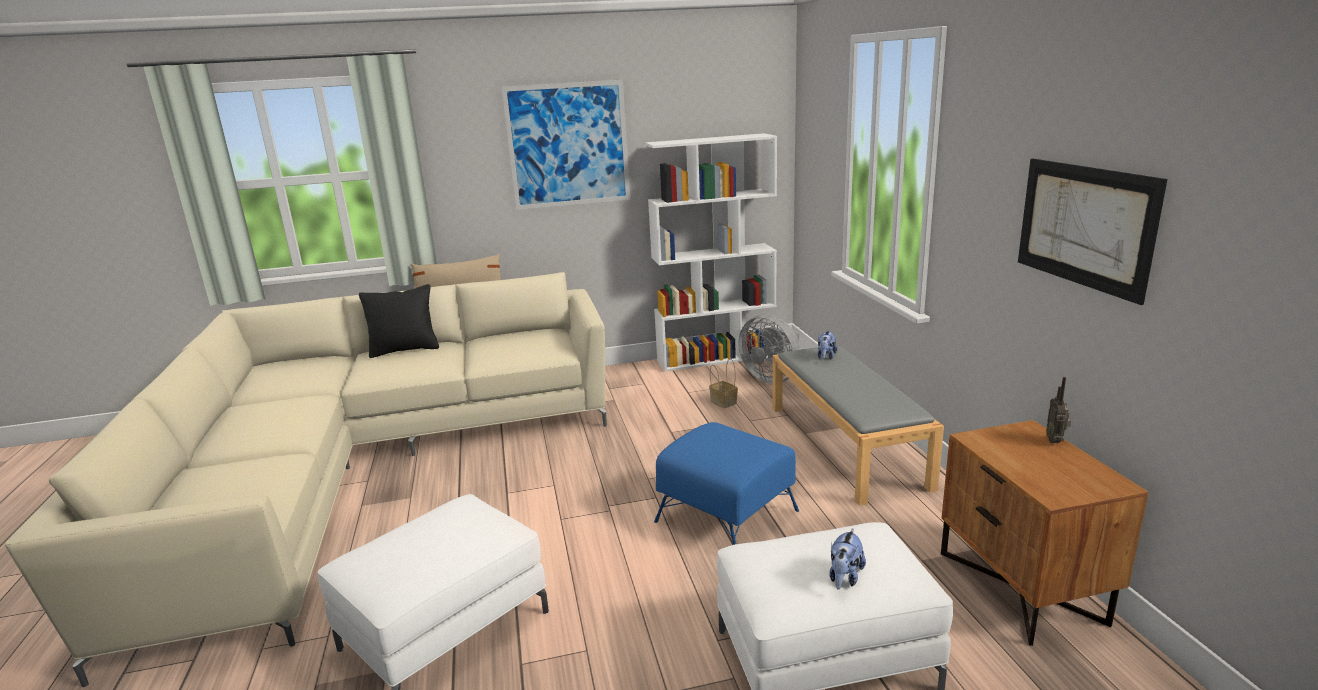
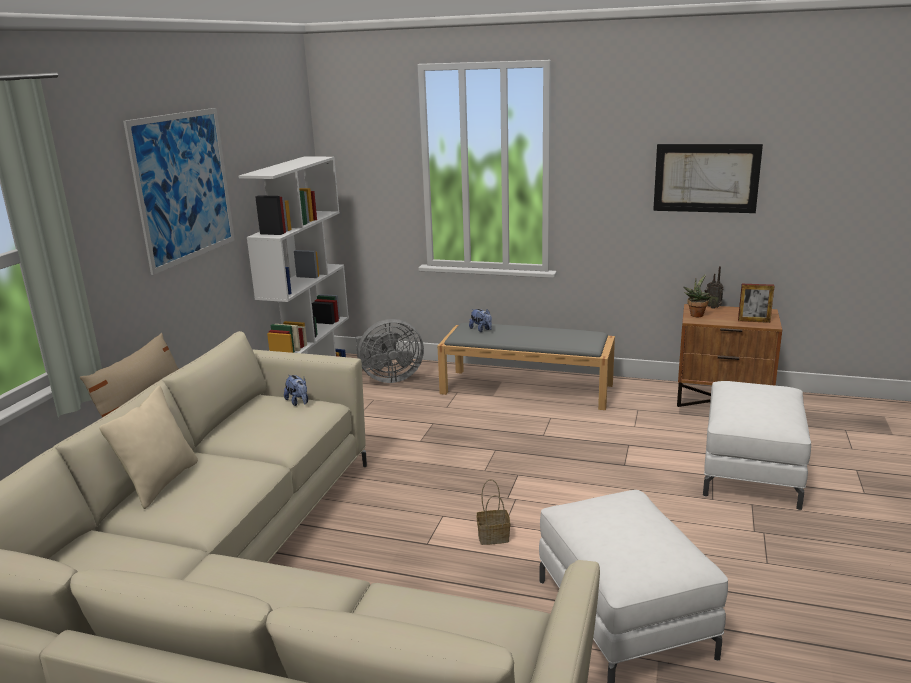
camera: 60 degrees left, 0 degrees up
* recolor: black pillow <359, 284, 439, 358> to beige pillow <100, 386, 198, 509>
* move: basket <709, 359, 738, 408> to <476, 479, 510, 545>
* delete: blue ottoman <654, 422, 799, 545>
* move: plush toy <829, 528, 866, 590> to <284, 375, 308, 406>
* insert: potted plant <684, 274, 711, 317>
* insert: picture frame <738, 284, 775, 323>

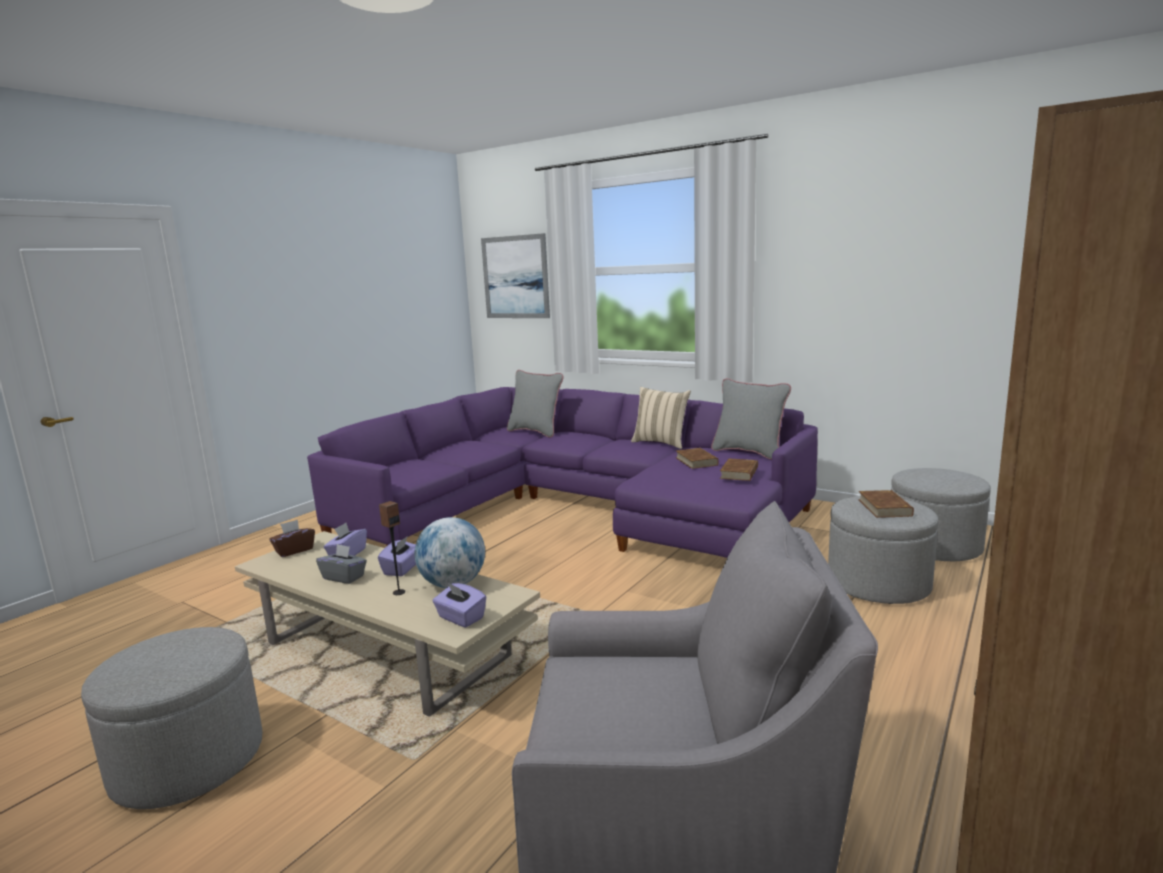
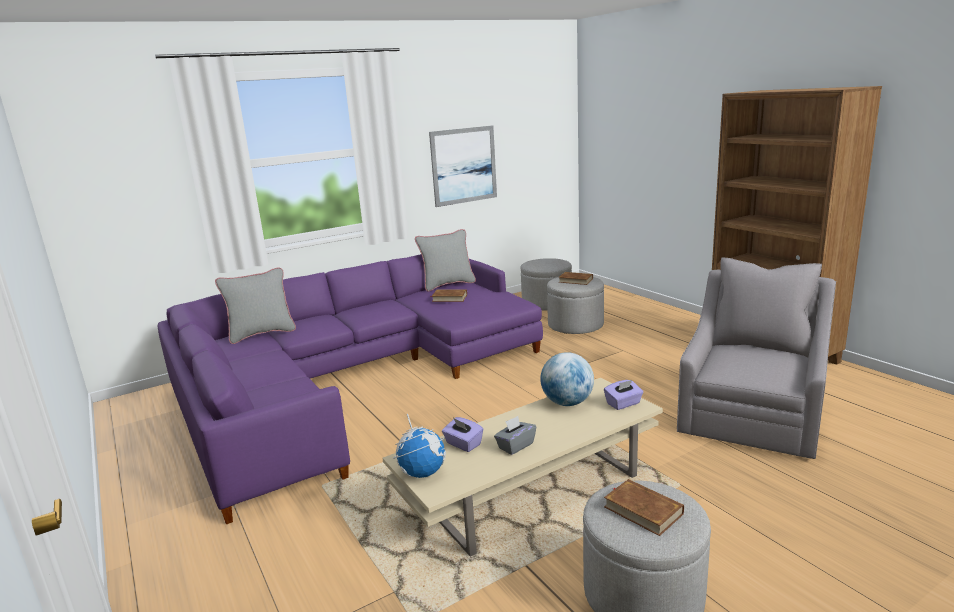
camera: 65 degrees left, 5 degrees up
* move: picture <481, 233, 550, 318> to <429, 125, 497, 207>
* delete: beige pillow <631, 387, 691, 449>
* move: brown book <720, 458, 758, 481> to <604, 479, 684, 536>
* delete: speaker <379, 501, 405, 595>
* replace: brown tissue box <269, 520, 315, 557> to globe <393, 414, 446, 479>
* delete: purple tissue box <378, 537, 416, 576>

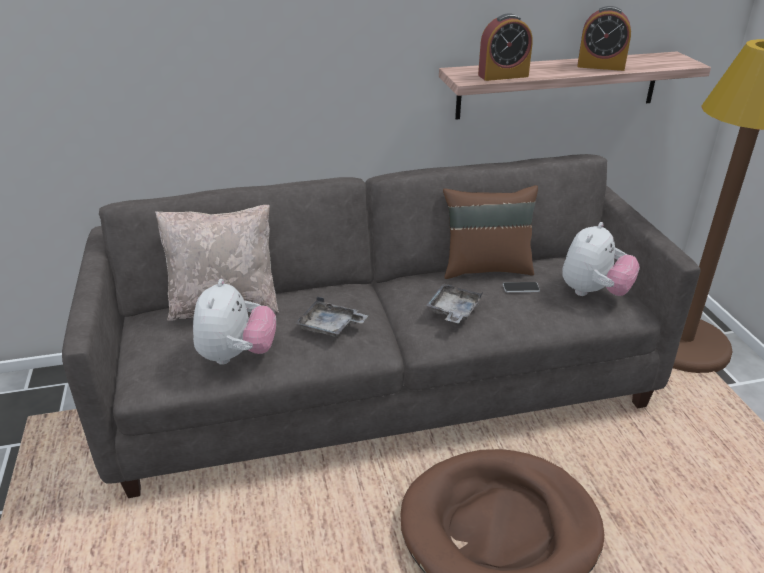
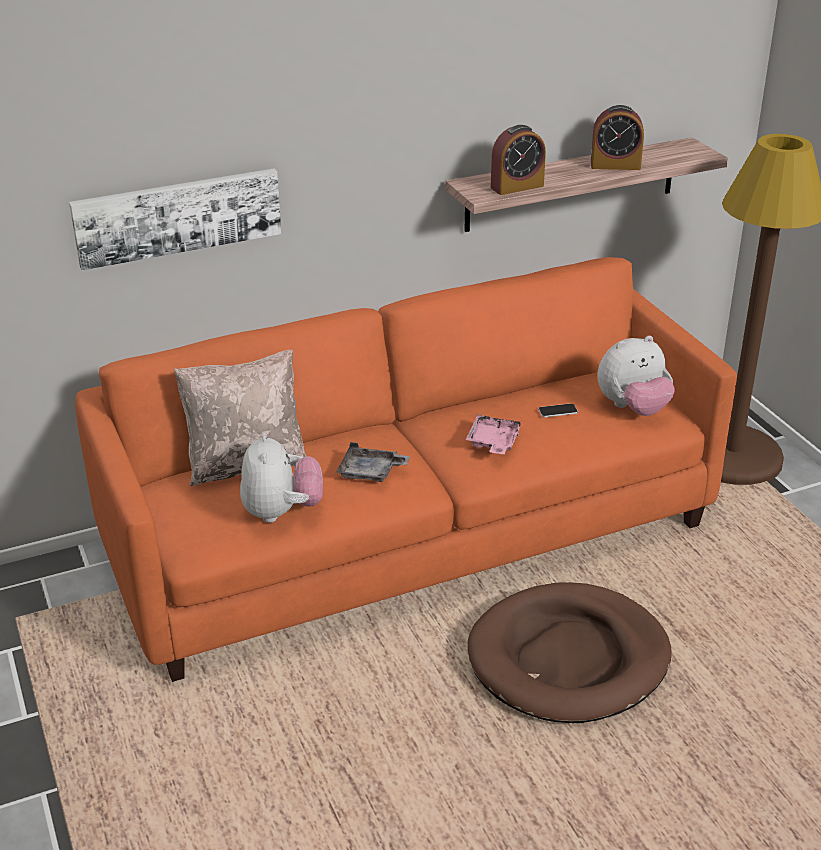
camera: 10 degrees left, 0 degrees up
* recolor: grey sofa <62, 154, 700, 498> to orange sofa <75, 257, 737, 682>
* delete: brown pillow <443, 185, 538, 279>
* rotate: plush toy <562, 222, 640, 296> = <597, 336, 675, 416> 45 degrees clockwise
* recolor: grey tray <426, 283, 483, 323> to pink tray <466, 415, 522, 454>
* insert: picture <69, 168, 281, 270>

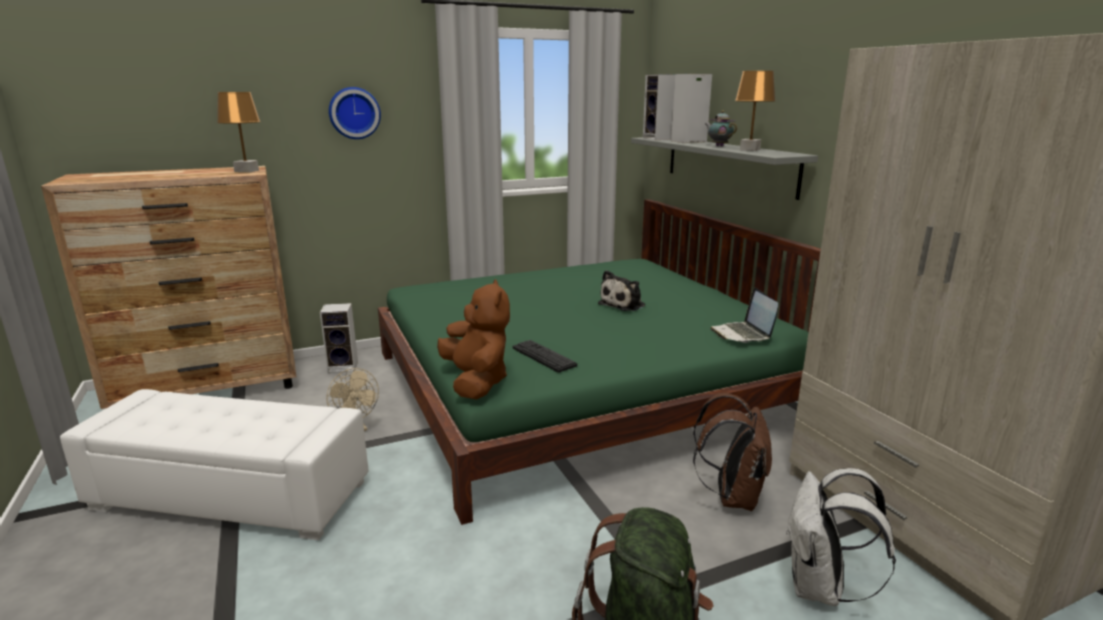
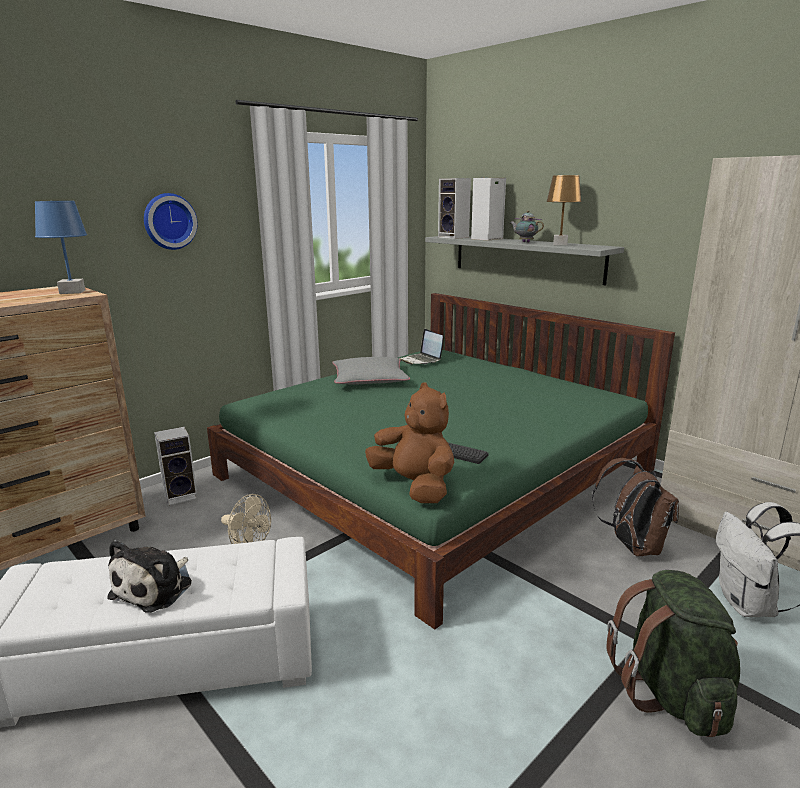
camera: 20 degrees left, 0 degrees up
* recolor: brown table lamp <217, 92, 261, 173> to blue table lamp <35, 201, 87, 294>
* move: plush toy <598, 270, 645, 311> to <107, 540, 192, 613>
* move: laptop <710, 288, 778, 343> to <400, 329, 443, 364>
* insert: grey pillow <332, 357, 410, 385>

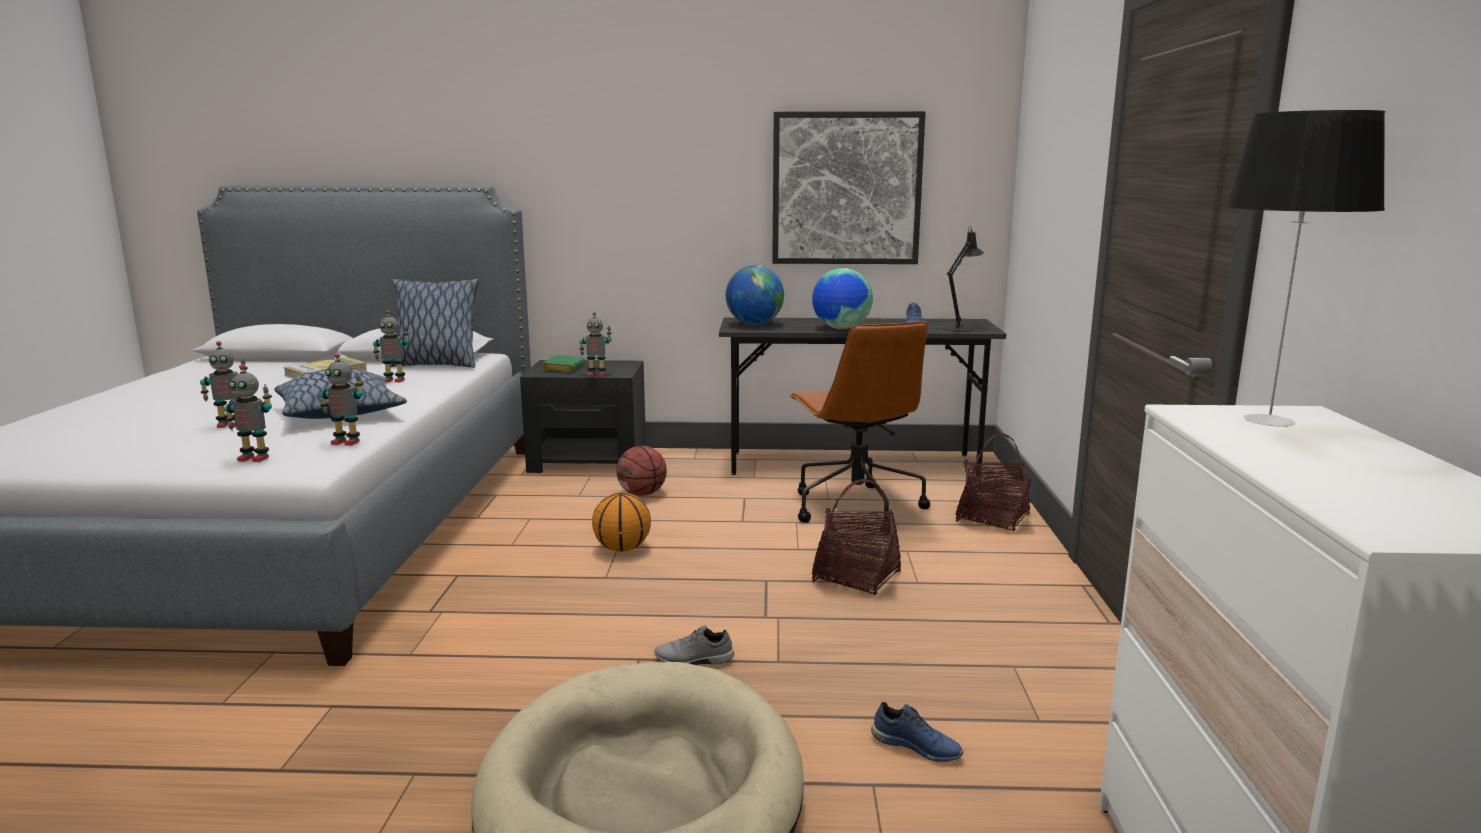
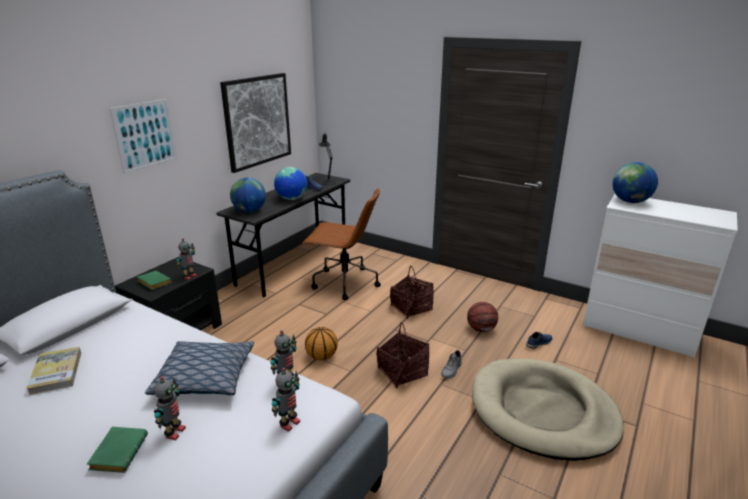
camera: 60 degrees left, 10 degrees up
* replace: table lamp <1226, 110, 1385, 427> to globe <612, 162, 658, 203>
* delete: pillow <390, 279, 478, 368>
* delete: toy robot <373, 310, 409, 382>
* move: basket <956, 433, 1031, 532> to <377, 322, 429, 389>
* move: basketball <616, 446, 667, 496> to <467, 302, 498, 332>
* insert: picture <109, 99, 177, 174>
* insert: green book <87, 427, 148, 473>

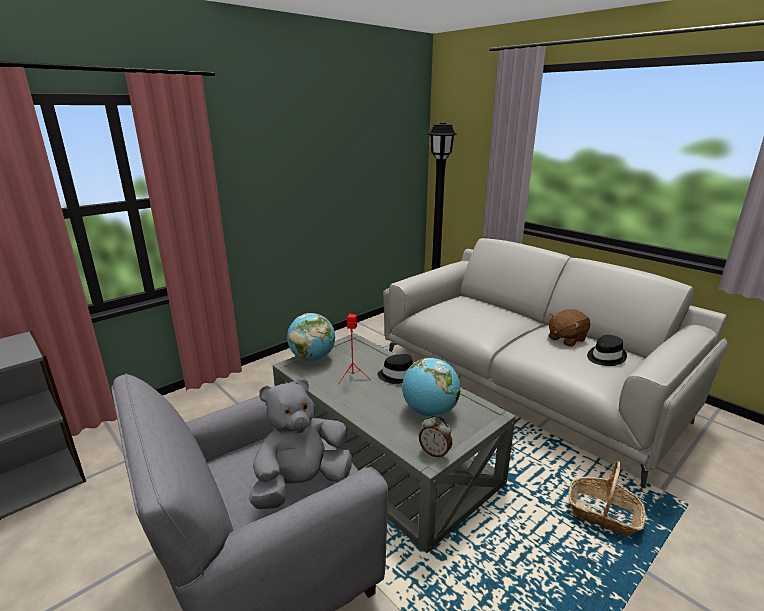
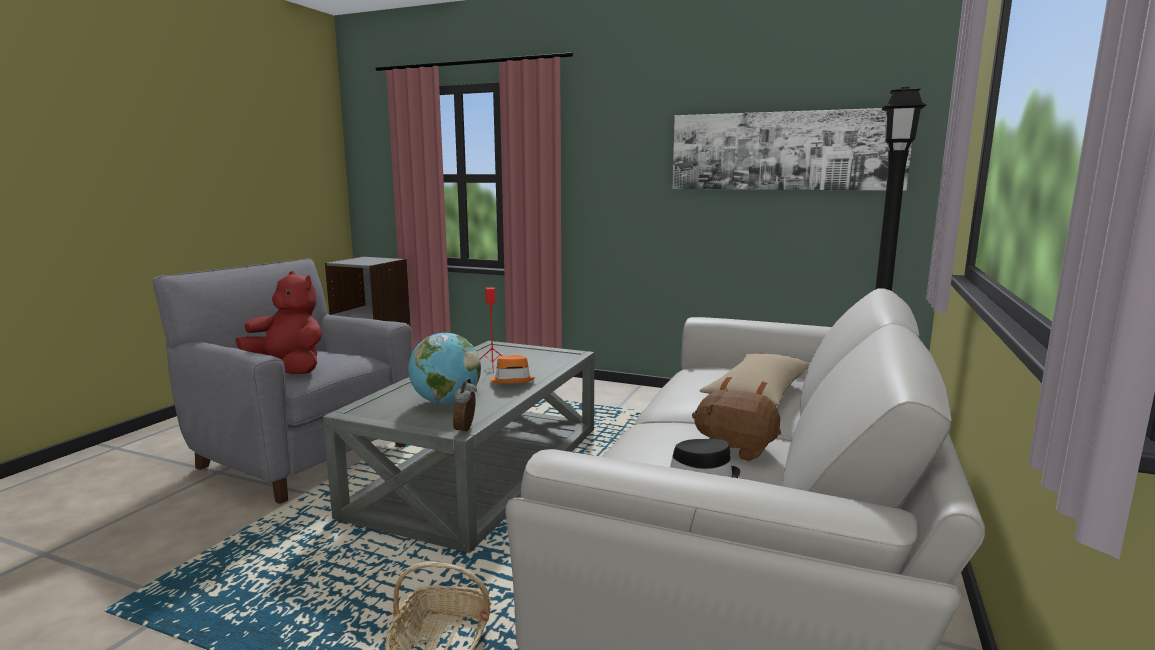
camera: 65 degrees right, 10 degrees down
* delete: globe <287, 313, 335, 361>
* recolor: black hat <377, 354, 413, 384> to orange hat <490, 355, 535, 383>
* recolor: grey plush toy <249, 378, 352, 509> to red plush toy <235, 271, 322, 374>
* move: alarm clock <419, 415, 452, 458> to <453, 378, 477, 435>
* insert: picture <672, 108, 912, 191>
* insert: beige pillow <700, 353, 810, 406>

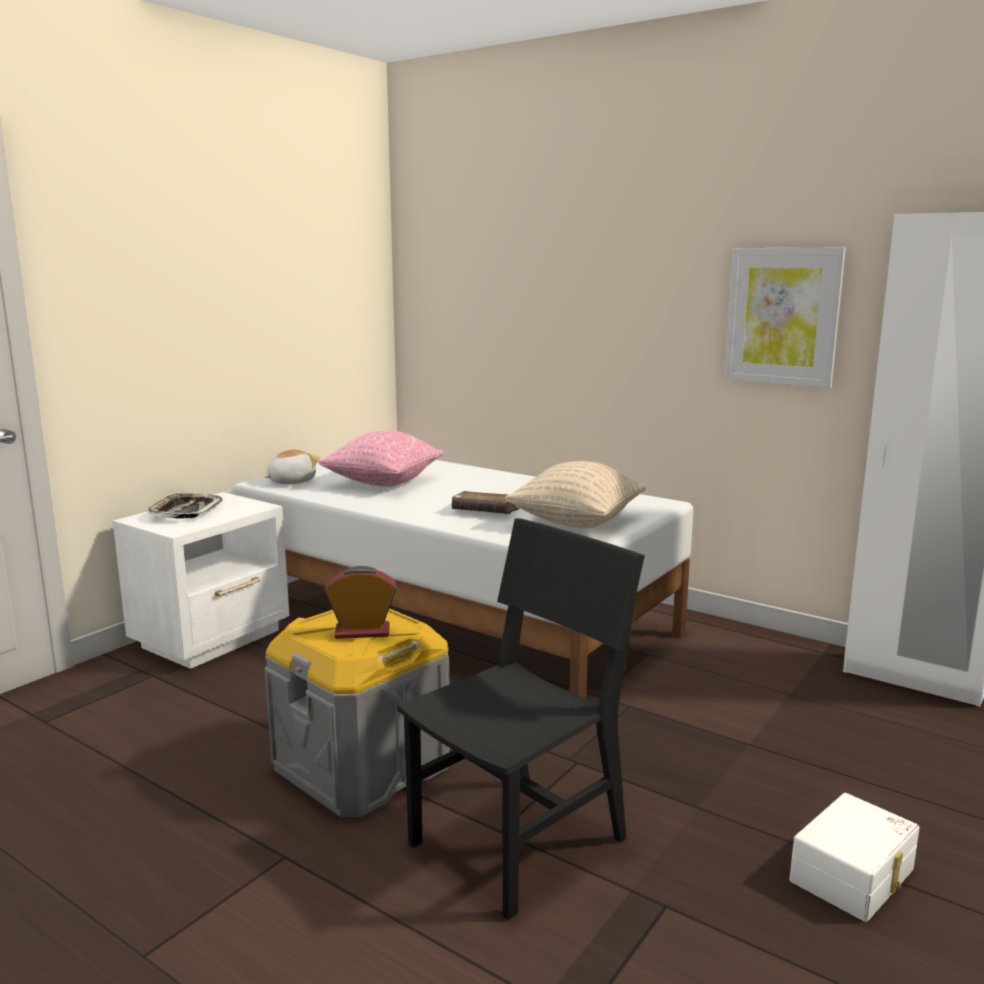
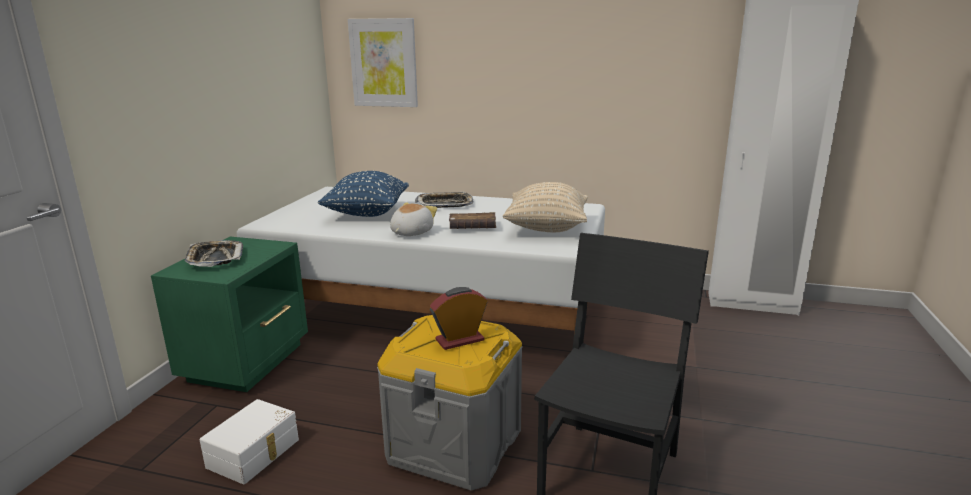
camera: 20 degrees left, 5 degrees up
* move: picture <724, 248, 846, 388> to <348, 18, 418, 107>
* recolor: pink pillow <318, 431, 444, 487> to blue pillow <318, 171, 409, 217>
* move: plush toy <264, 449, 320, 484> to <390, 203, 437, 236>
* recolor: white nightstand <113, 492, 289, 669> to green nightstand <151, 237, 308, 392>
* move: white storage box <790, 793, 920, 922> to <200, 399, 299, 484>
* insert: tray <415, 192, 473, 208>

